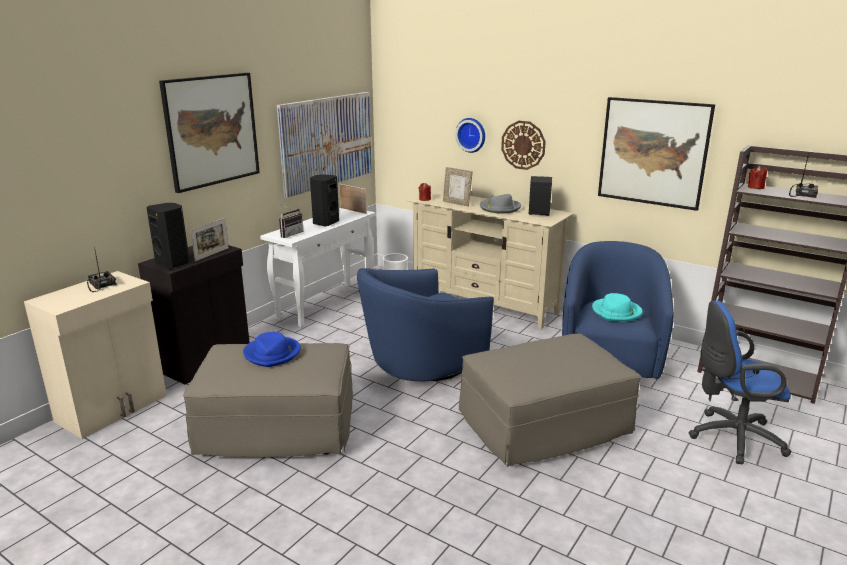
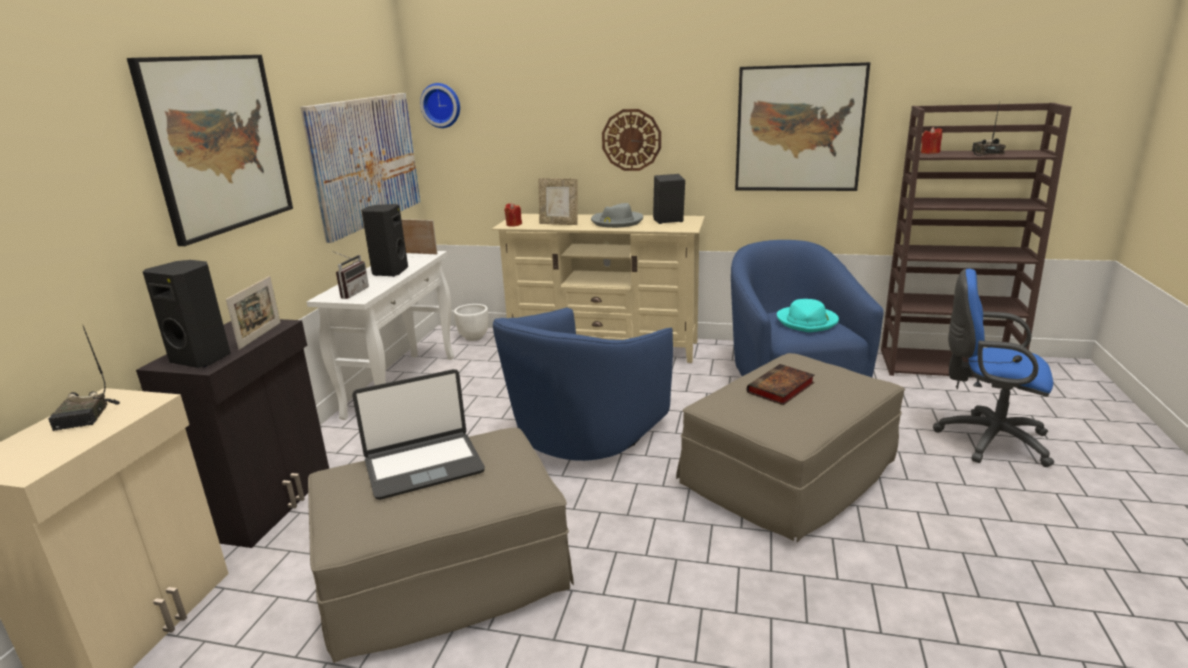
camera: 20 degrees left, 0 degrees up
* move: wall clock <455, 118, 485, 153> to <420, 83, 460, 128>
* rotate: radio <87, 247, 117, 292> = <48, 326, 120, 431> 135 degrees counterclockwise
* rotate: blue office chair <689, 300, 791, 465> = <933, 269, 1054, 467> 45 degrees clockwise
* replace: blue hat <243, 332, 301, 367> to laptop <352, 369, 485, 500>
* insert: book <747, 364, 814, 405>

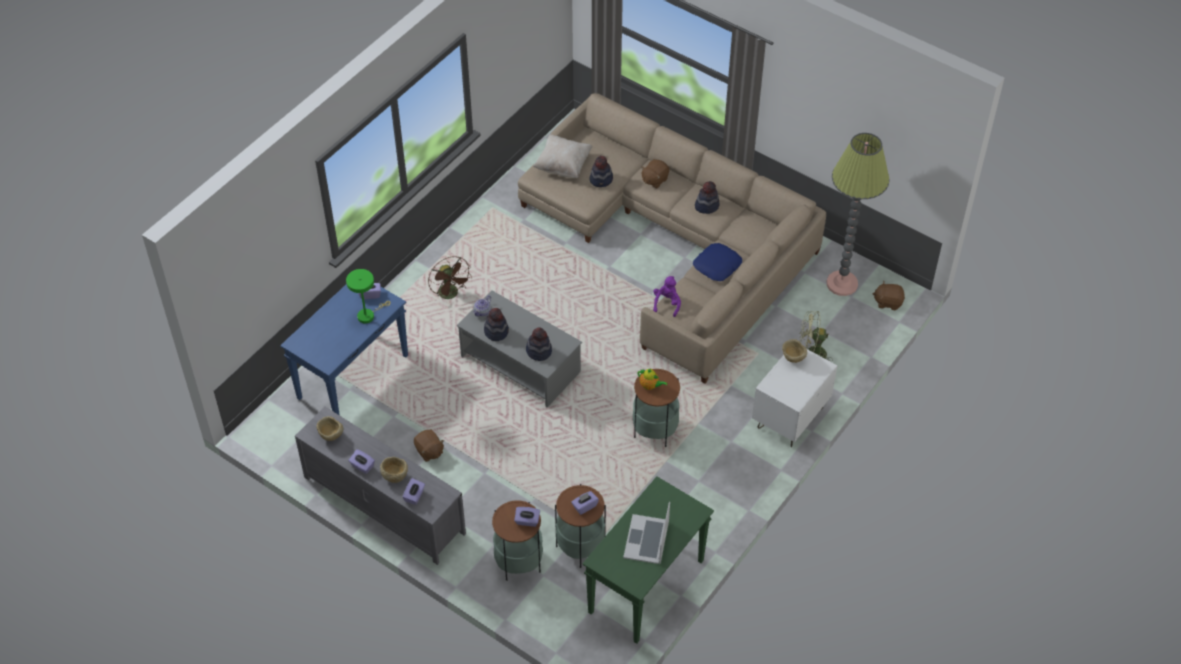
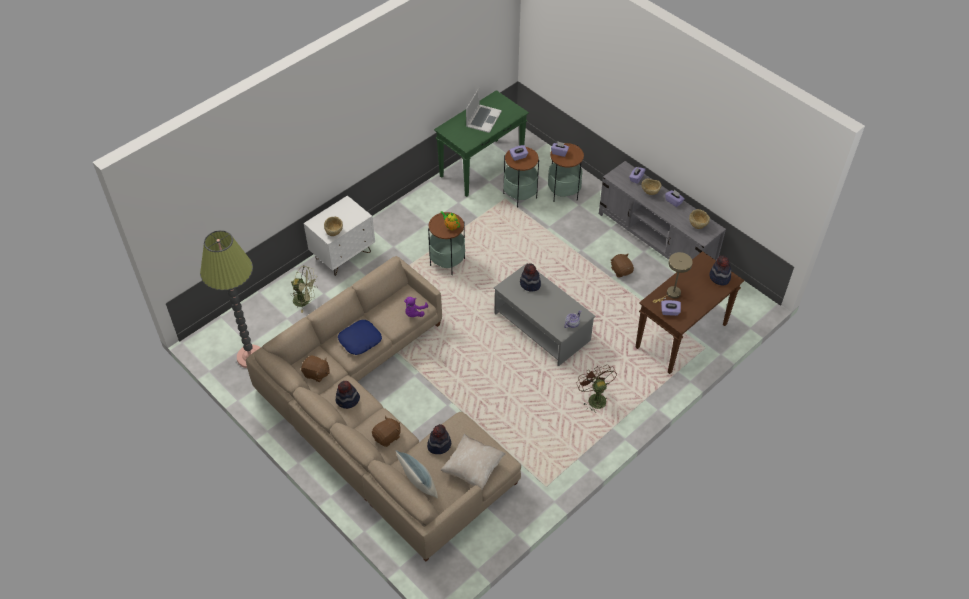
camera: 170 degrees left, 0 degrees up
* recolor: green table lamp <346, 269, 391, 323> to beige table lamp <653, 252, 693, 303>
* move: brown plush toy <873, 281, 905, 310> to <301, 355, 330, 382>
* recolor: blue console table <280, 284, 408, 415> to brown console table <636, 251, 744, 374>
* move: hat <484, 308, 509, 341> to <709, 256, 731, 285>
* insert: pillow <396, 450, 438, 498>

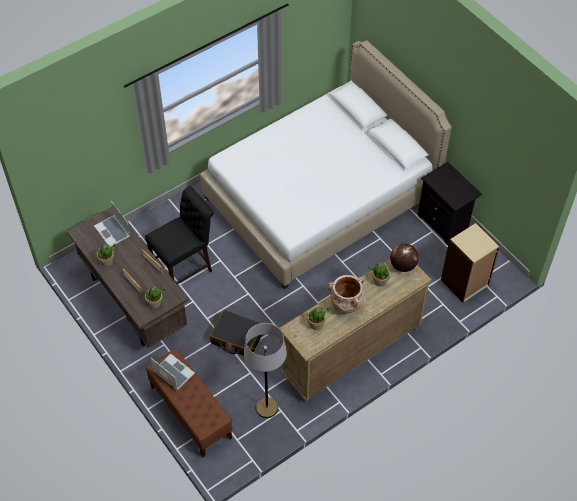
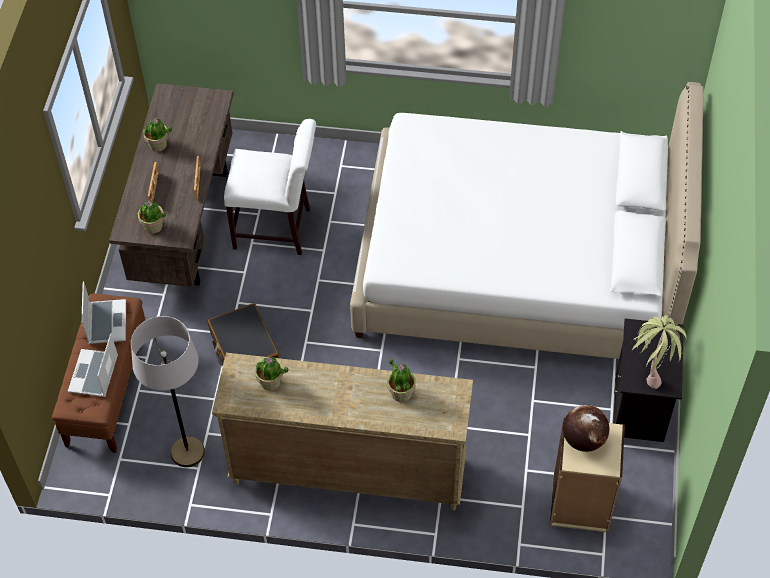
camera: 45 degrees right, 0 degrees up
* recolor: black chair <145, 186, 214, 284> to white chair <224, 119, 316, 255>
* move: laptop <94, 201, 130, 247> to <68, 333, 118, 397>
* move: globe <390, 243, 419, 272> to <563, 405, 610, 452>
* delete: beige vase <328, 275, 365, 314>
* insert: potted plant <632, 315, 687, 389>

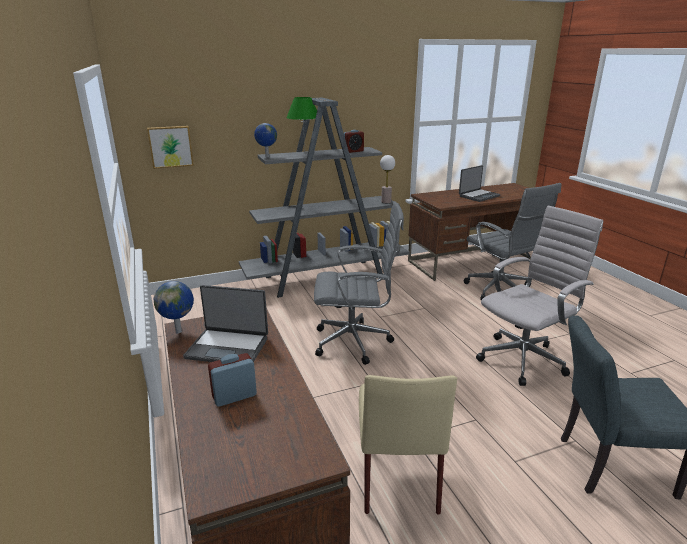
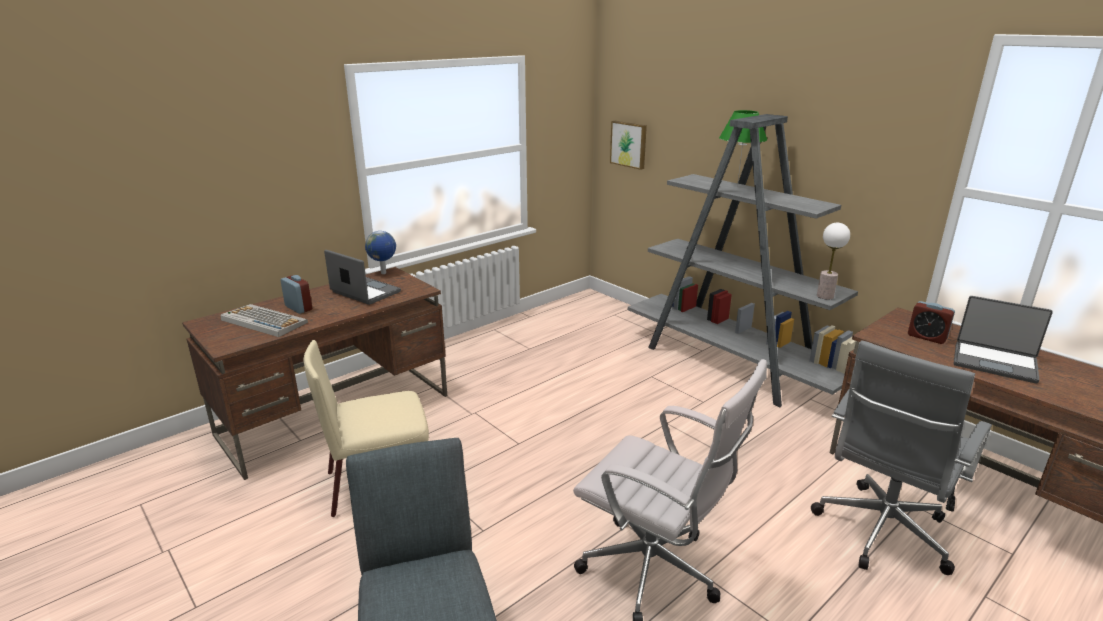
camera: 70 degrees right, 0 degrees up
* delete: globe <254, 123, 277, 157>
* move: alarm clock <344, 130, 364, 153> to <908, 301, 955, 344>
* delete: grey office chair <314, 201, 404, 365>
* rotate: laptop <183, 285, 268, 362> = <324, 250, 401, 305> 135 degrees clockwise
* insert: keyboard <220, 304, 308, 337>

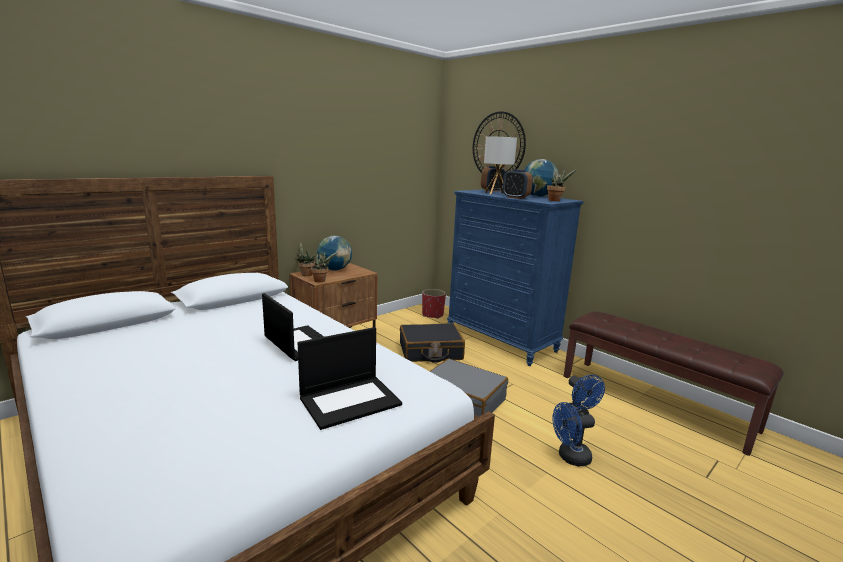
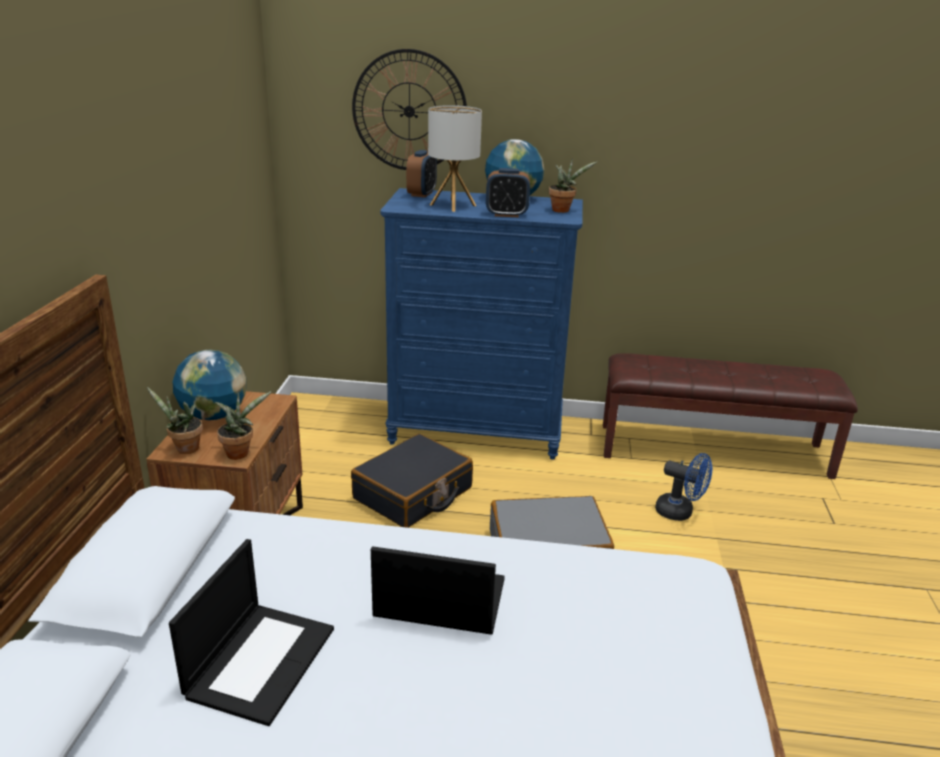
camera: 40 degrees left, 10 degrees up
* delete: red planter <422, 289, 446, 319>
* move: laptop <298, 327, 402, 430> to <169, 539, 334, 726>
* delete: blue fan <552, 402, 595, 466>

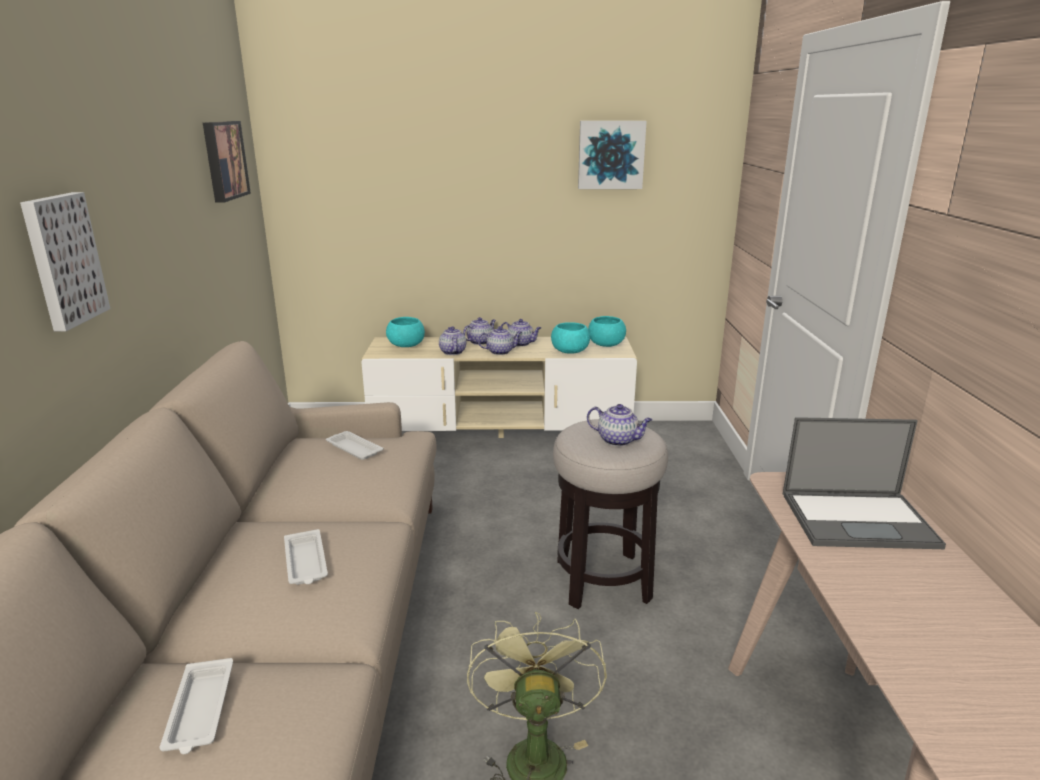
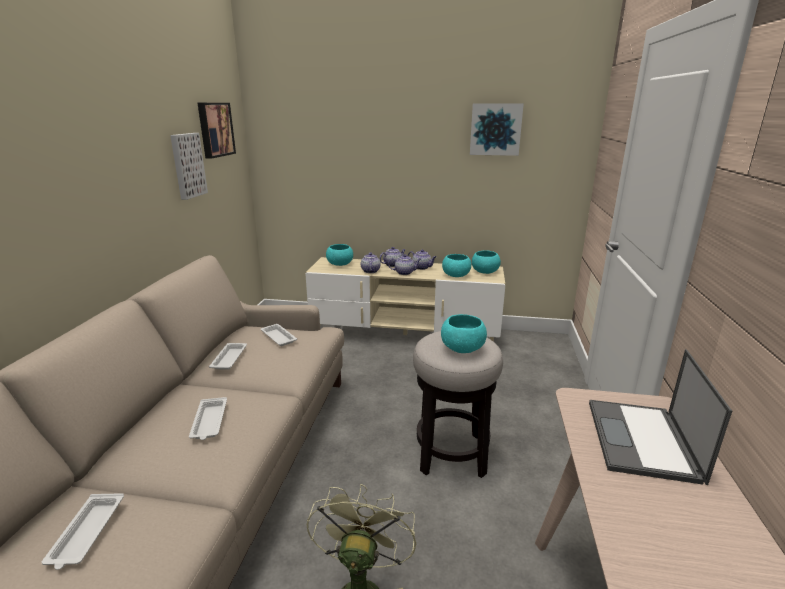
camera: 10 degrees right, 0 degrees up
* move: picture <20, 192, 110, 331> to <170, 133, 208, 200>
* replace: teapot <587, 404, 652, 446> to turquoise bowl <441, 314, 487, 353>
* rotate: laptop <783, 417, 946, 549> = <589, 349, 732, 485> 90 degrees clockwise
* insert: white tray <209, 343, 247, 370>

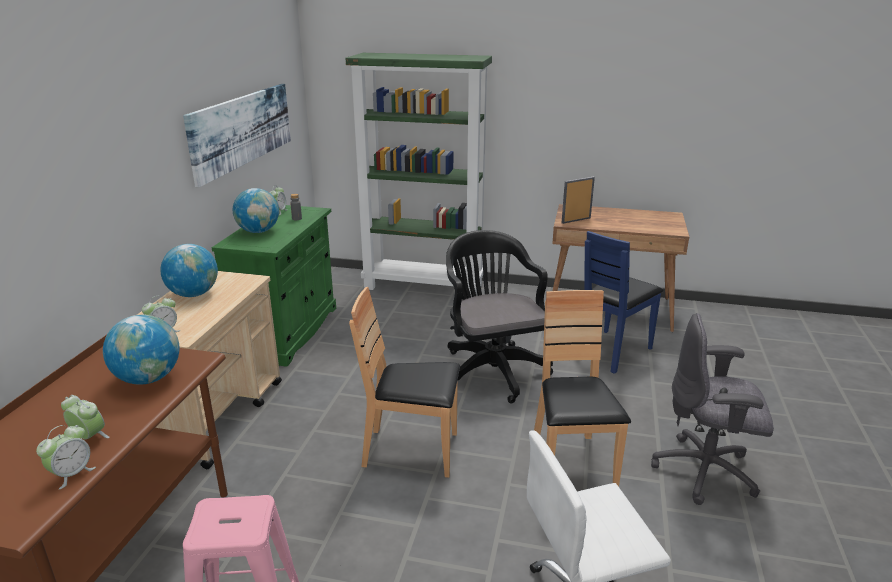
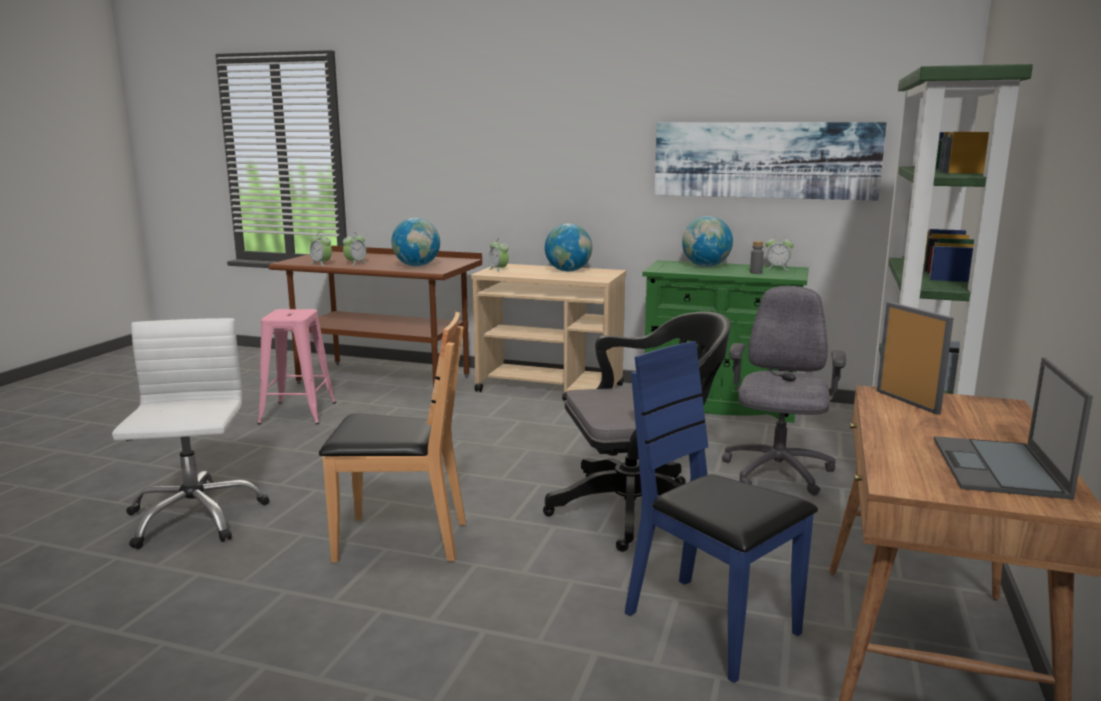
camera: 95 degrees right, 10 degrees down
* delete: brown chair <349, 287, 460, 478>
* move: grey office chair <651, 313, 774, 505> to <722, 286, 846, 495>
* insert: laptop <934, 357, 1093, 500>

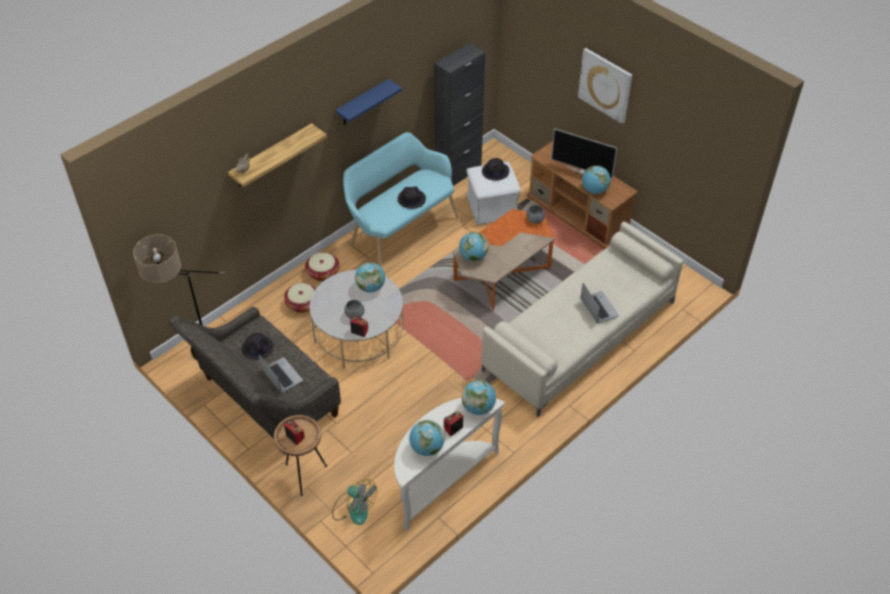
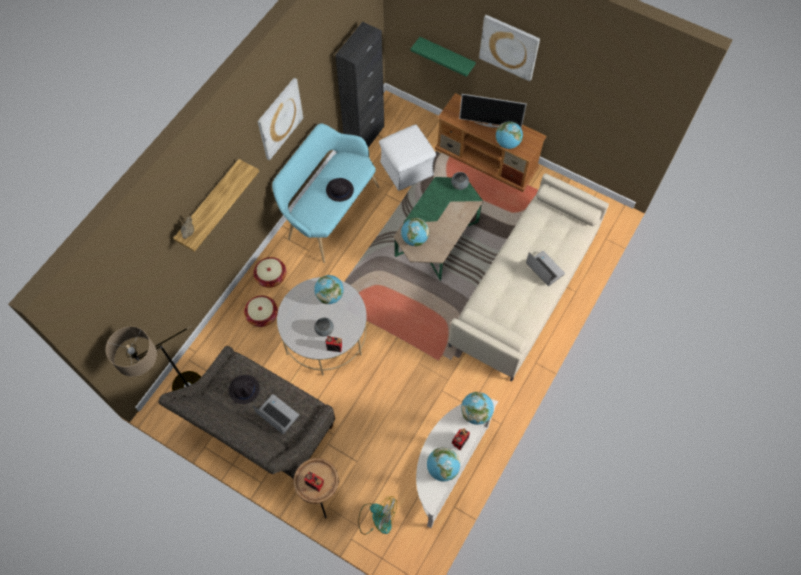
camera: 15 degrees left, 15 degrees up
* replace: blue shelf <335, 79, 402, 125> to picture <258, 78, 304, 160>
* delete: black hat <482, 158, 509, 180>
* recolor: orange coffee table <453, 209, 555, 311> to green coffee table <394, 177, 483, 281>
* insert: green shelf <411, 37, 476, 77>

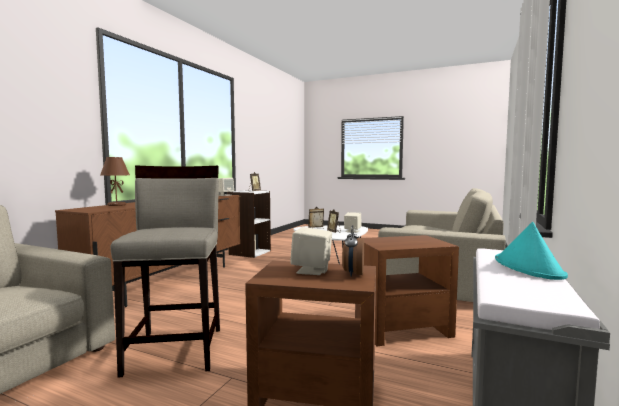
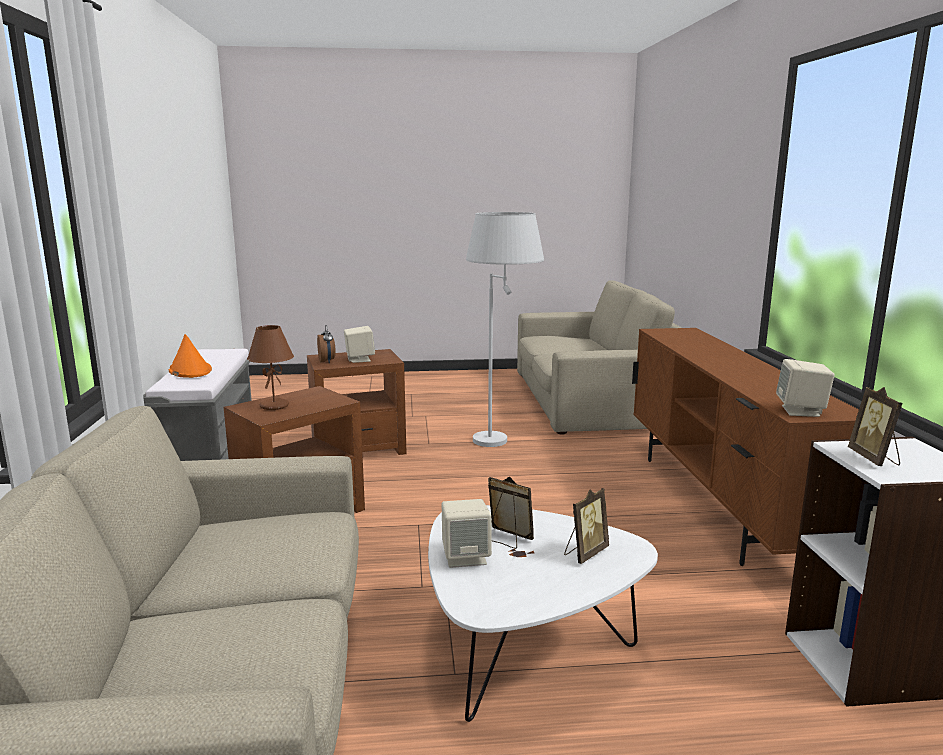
camera: 150 degrees right, 10 degrees up
* move: brown table lamp <100, 157, 130, 206> to <247, 325, 294, 410>
* replace: beige stool <111, 165, 220, 378> to white floor lamp <466, 212, 544, 447>
* recolor: turquoise hat <495, 222, 568, 280> to orange hat <169, 334, 212, 378>

